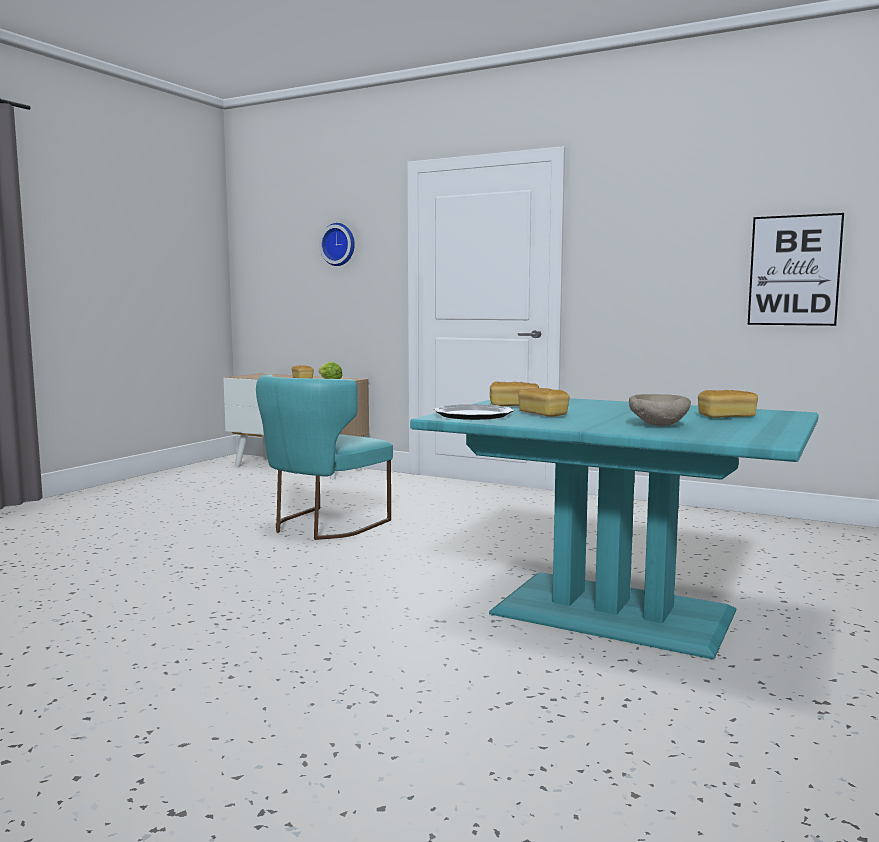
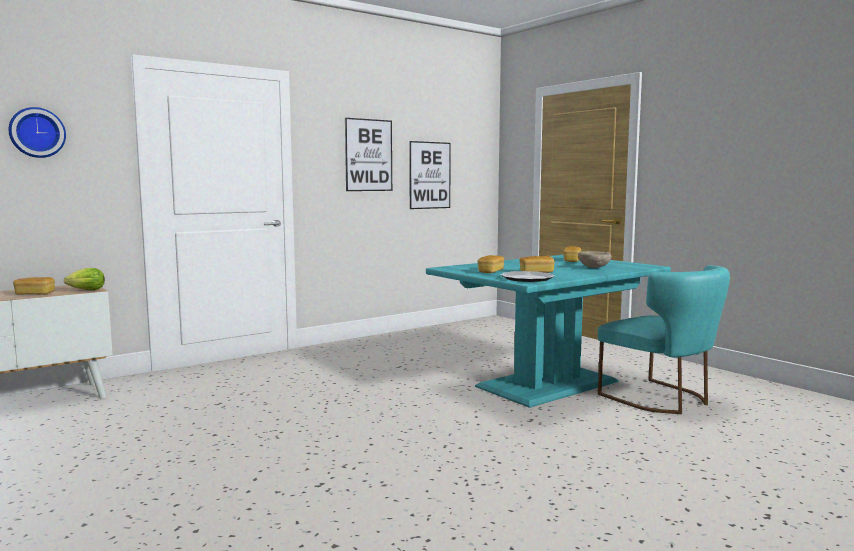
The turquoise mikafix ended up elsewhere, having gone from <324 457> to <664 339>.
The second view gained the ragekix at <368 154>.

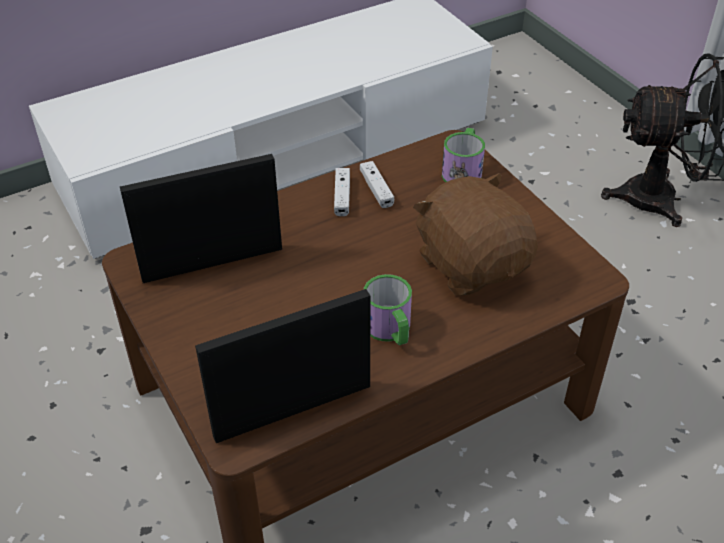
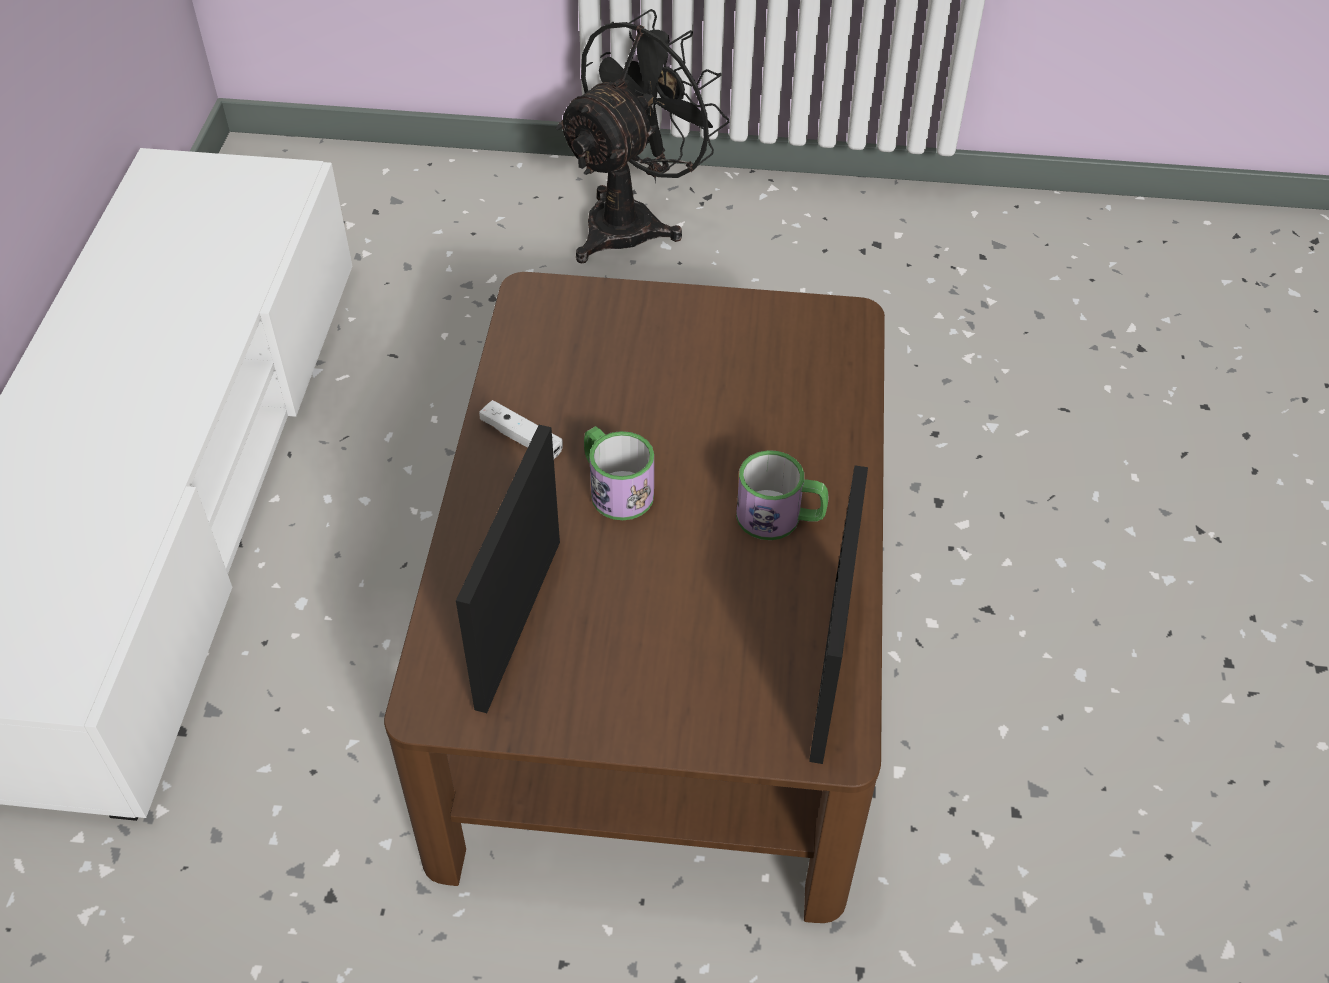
The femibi ended up elsewhere, having gone from <463 155> to <619 473>.
The second view lost the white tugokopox at <377 184>.
The second view lost the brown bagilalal at <475 234>.

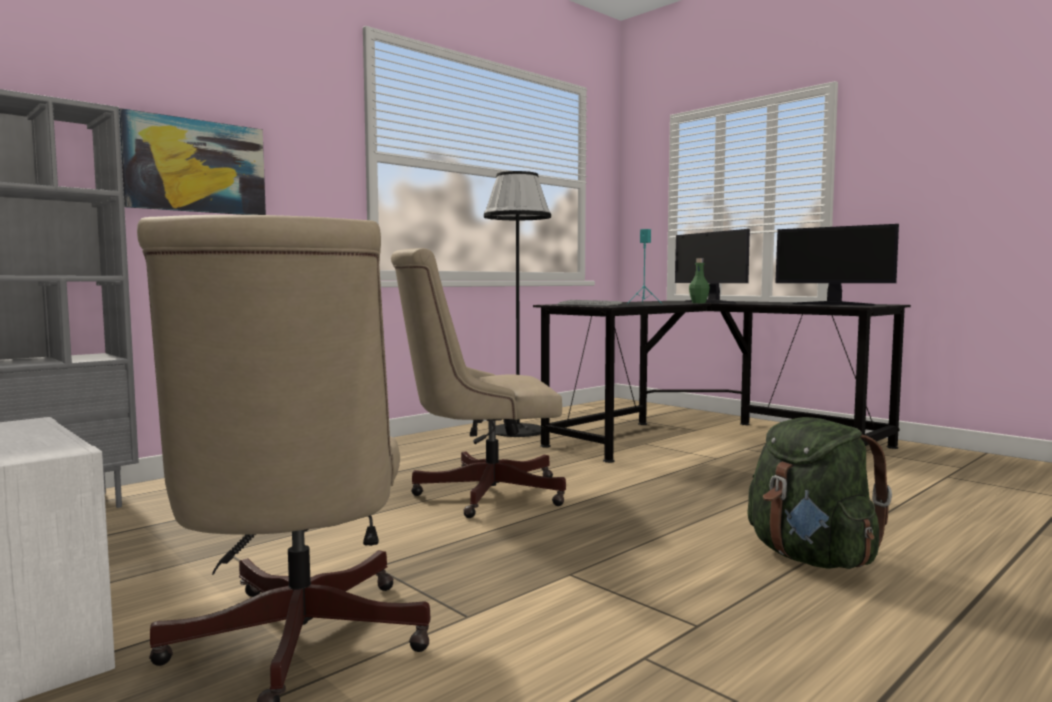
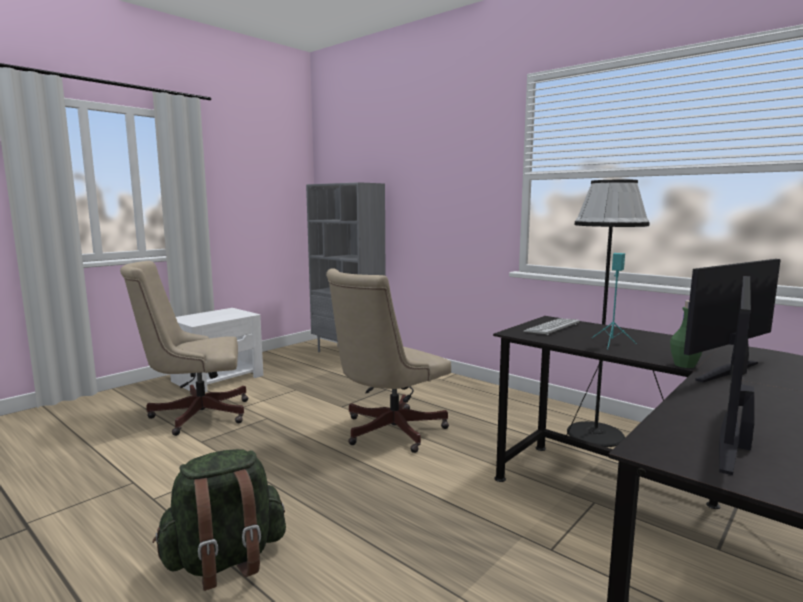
The second view lost the ragekix at <192 161>.
The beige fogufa at <478 383> ended up facing another way, 120 degrees counterclockwise from before.

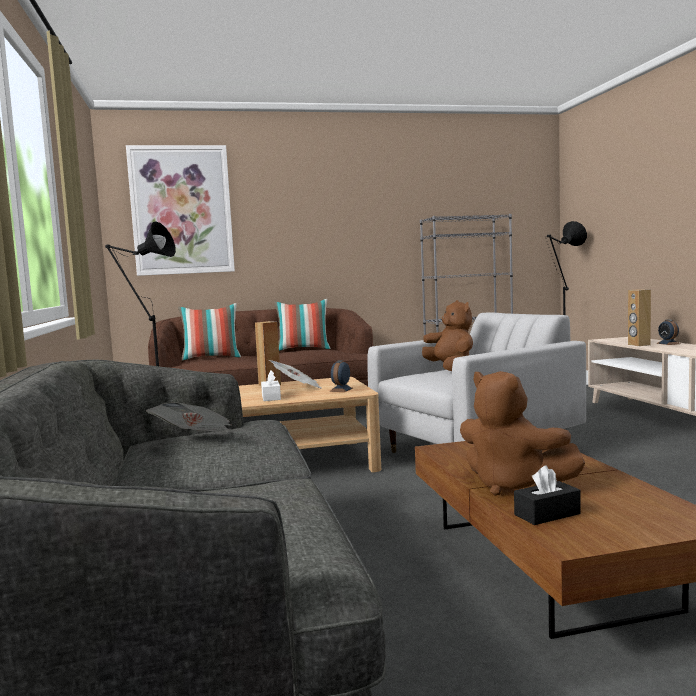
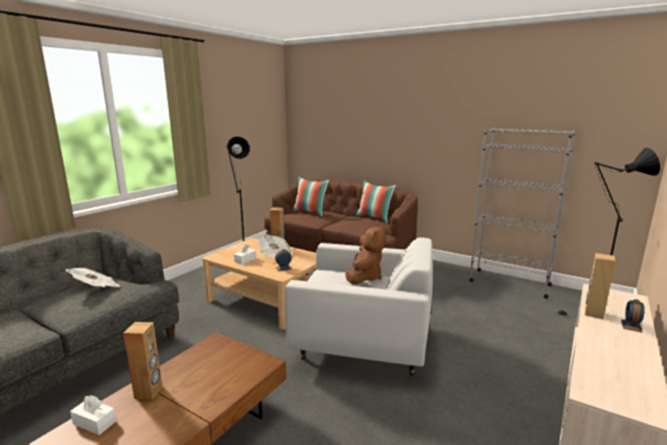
The second view lost the ragekix at <180 210>.
Where the brown bagilalal stood at <522 433>, the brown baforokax came to stand at <142 361>.
What was the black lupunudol at <547 495> turned into the white lupunudol at <93 415>.

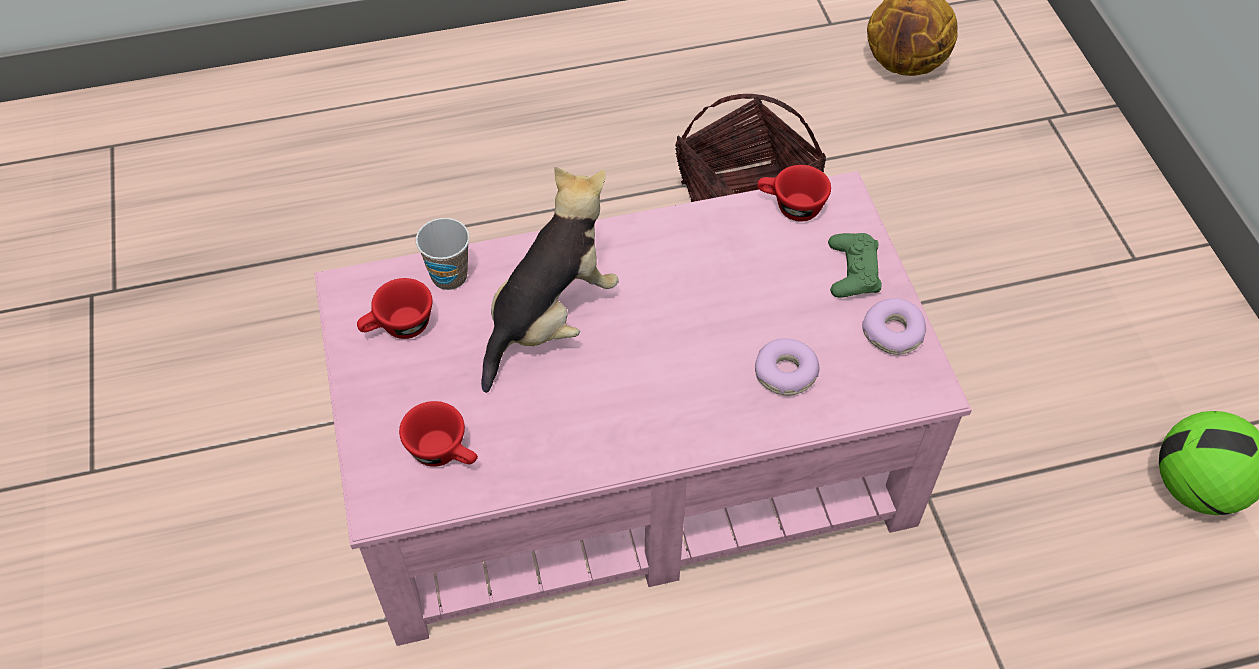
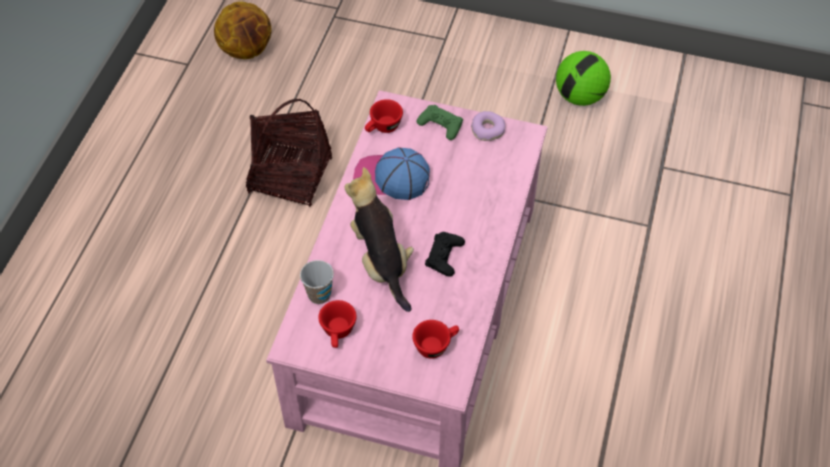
The second view lost the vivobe at <787 366>.
The second view gained the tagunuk at <391 173>.
The second view gained the black tugokopox at <445 254>.

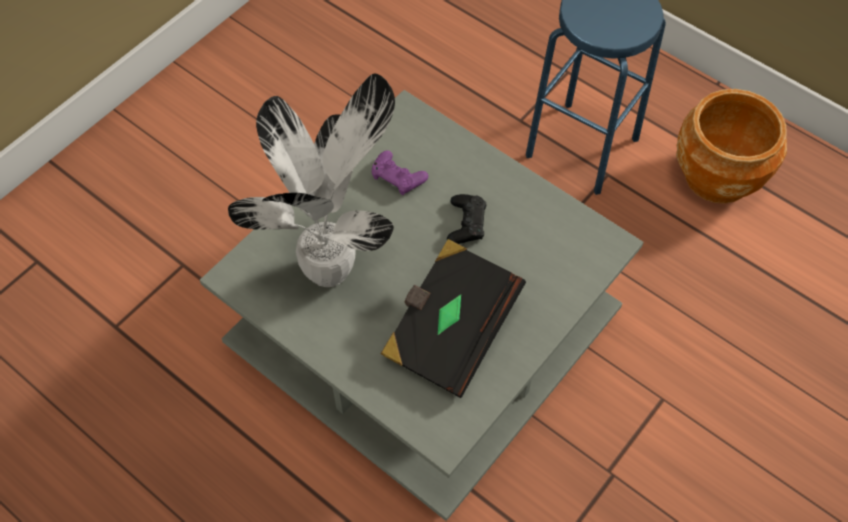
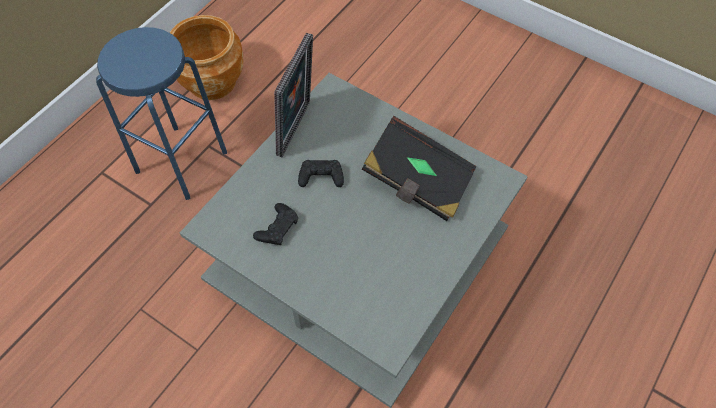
The second view lost the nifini at <311 180>.
What was the purple tugokopox at <399 172> turned into the black tugokopox at <275 224>.
The second view gained the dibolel at <293 95>.

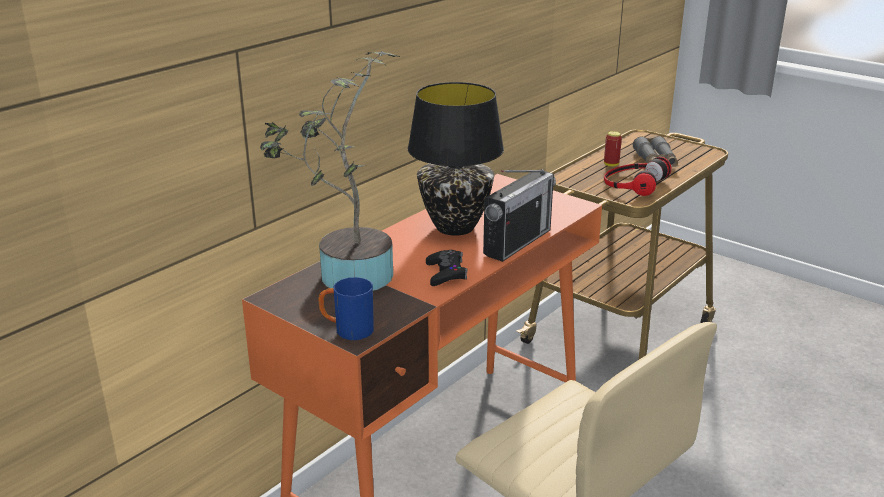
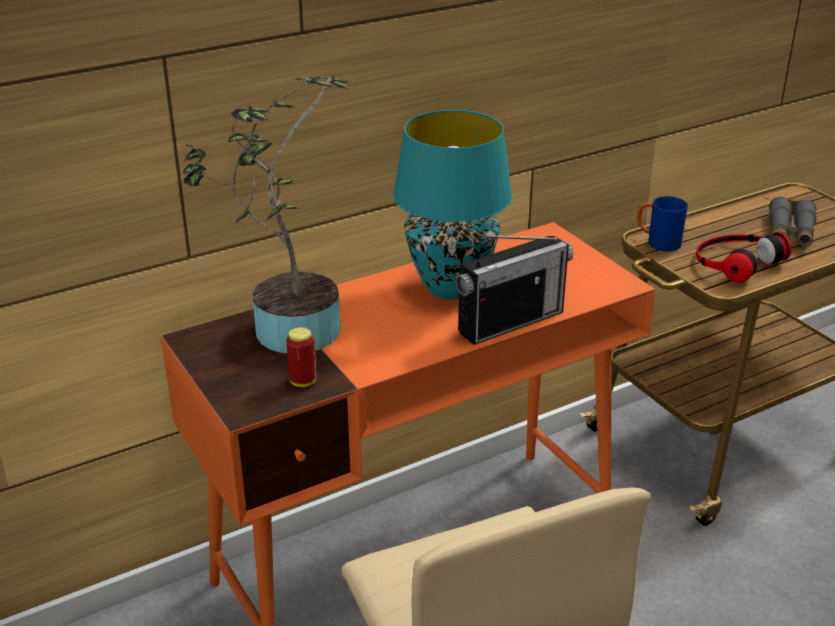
What was the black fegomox at <456 159> turned into the turquoise fegomox at <453 205>.
The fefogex ended up elsewhere, having gone from <613 149> to <301 357>.
The second view lost the black tugokopox at <447 268>.
The blue femibi ended up elsewhere, having gone from <346 308> to <662 223>.

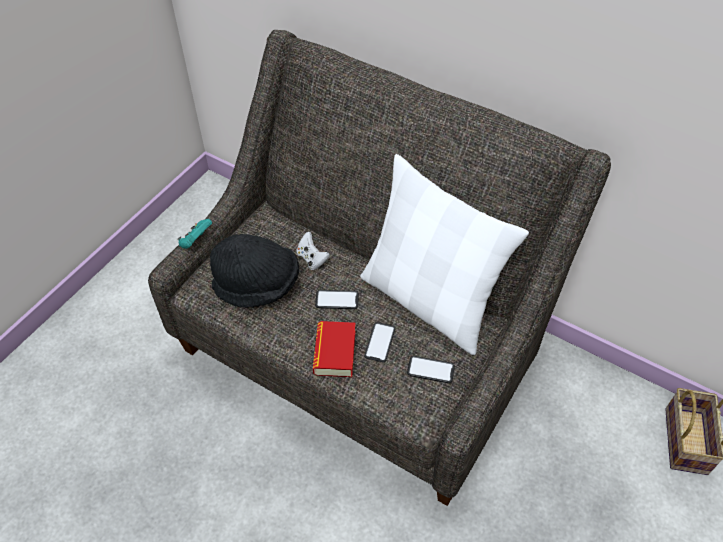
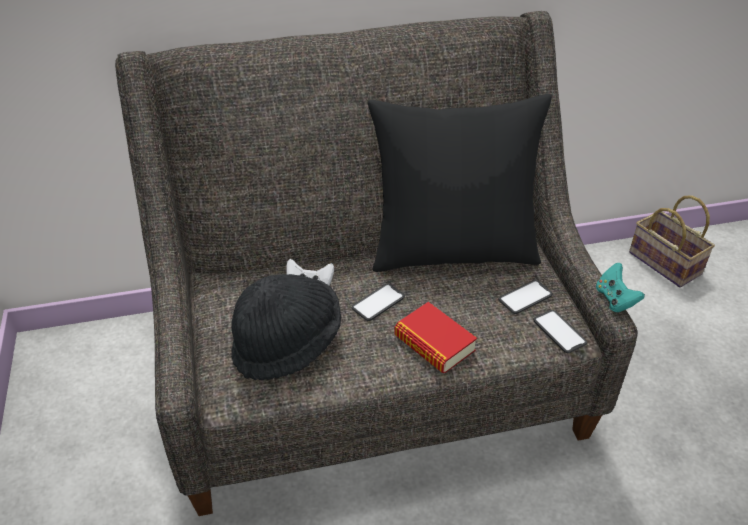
What was the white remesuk at <444 254> turned into the black remesuk at <460 183>.
The turquoise tugokopox ended up elsewhere, having gone from <194 234> to <620 287>.
The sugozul ended up elsewhere, having gone from <379 342> to <560 331>.

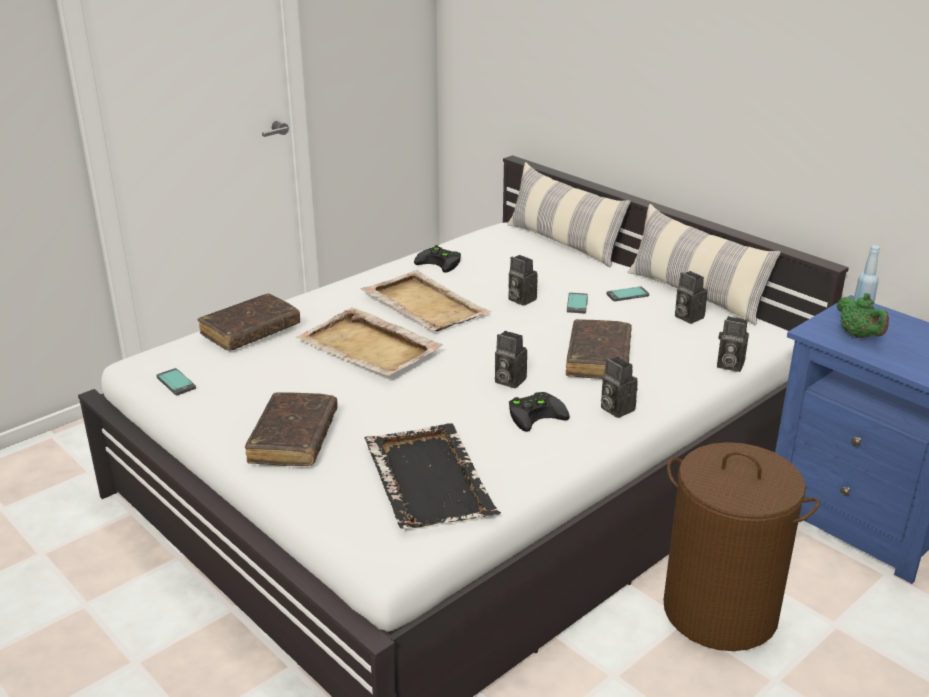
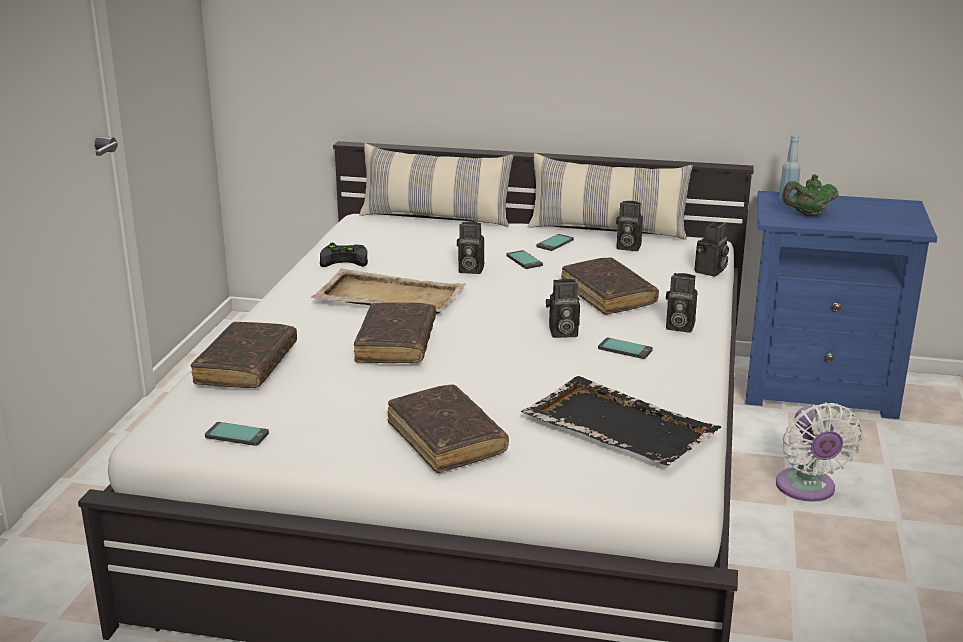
The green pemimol at <863 315> ended up facing another way, 135 degrees clockwise from before.
Where the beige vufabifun stood at <369 341>, the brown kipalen came to stand at <395 333>.
The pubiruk at <733 344> ended up facing another way, 45 degrees counterclockwise from before.
Where the black tugokopox stood at <539 412>, the sugozul came to stand at <625 348>.
Where the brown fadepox stood at <742 546>, the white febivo came to stand at <819 452>.

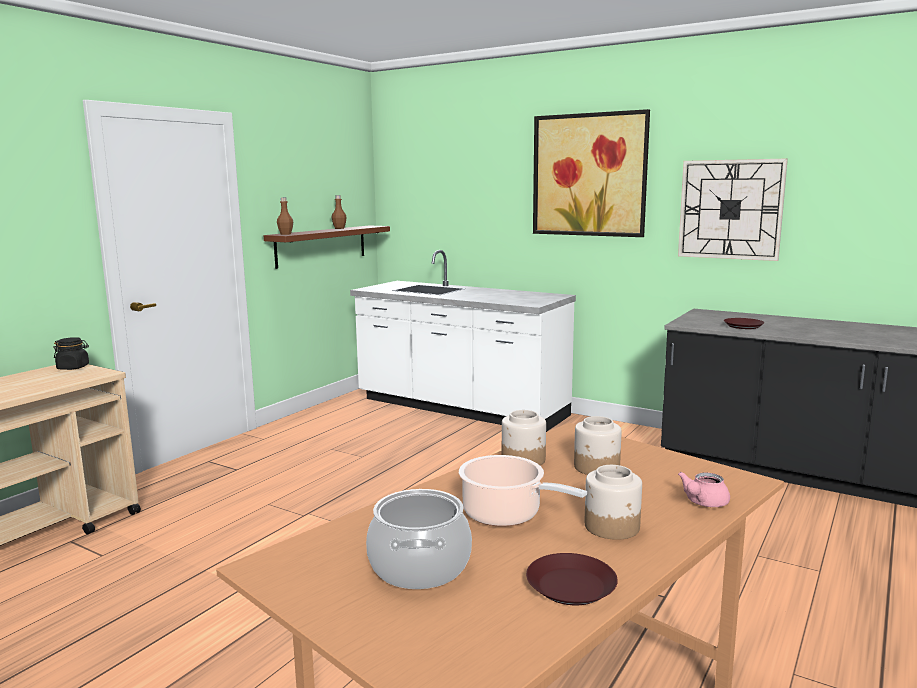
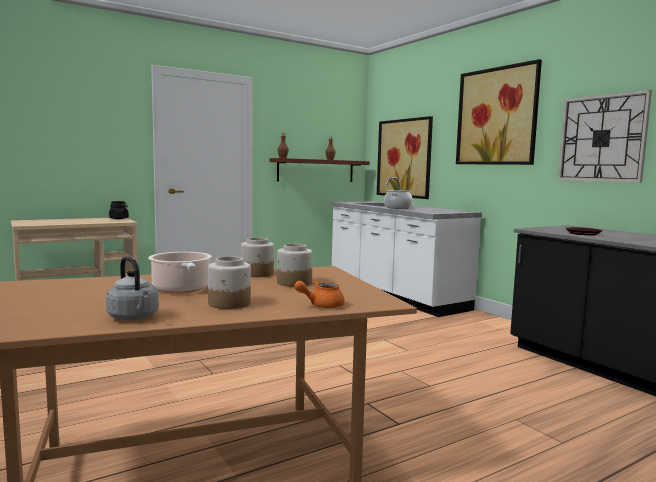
What was the pink pemimol at <704 489> turned into the orange pemimol at <319 294>.
The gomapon ended up elsewhere, having gone from <419 539> to <398 199>.
Where the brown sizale stood at <572 579>, the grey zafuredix came to stand at <132 288>.
The second view gained the ragekix at <405 157>.

